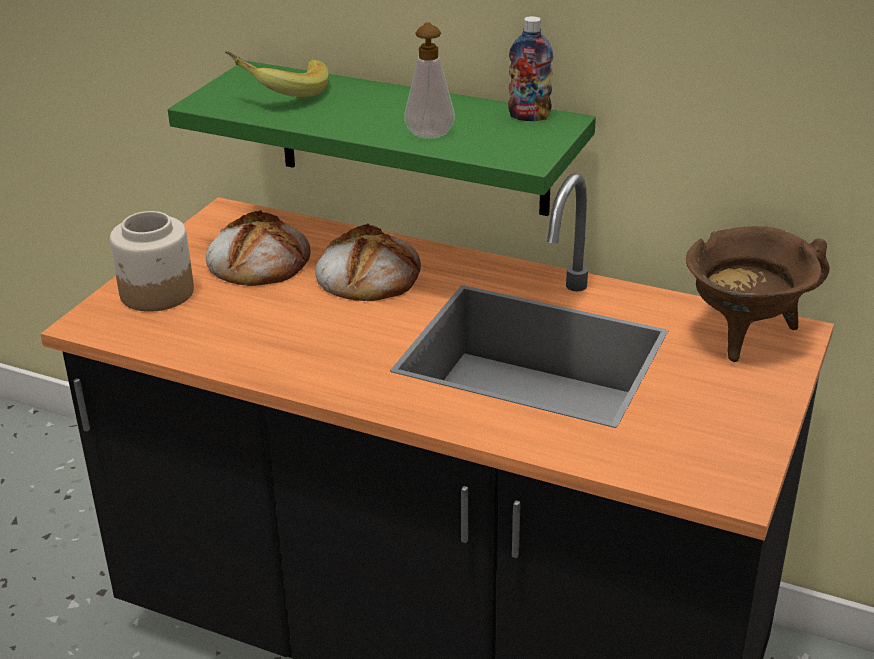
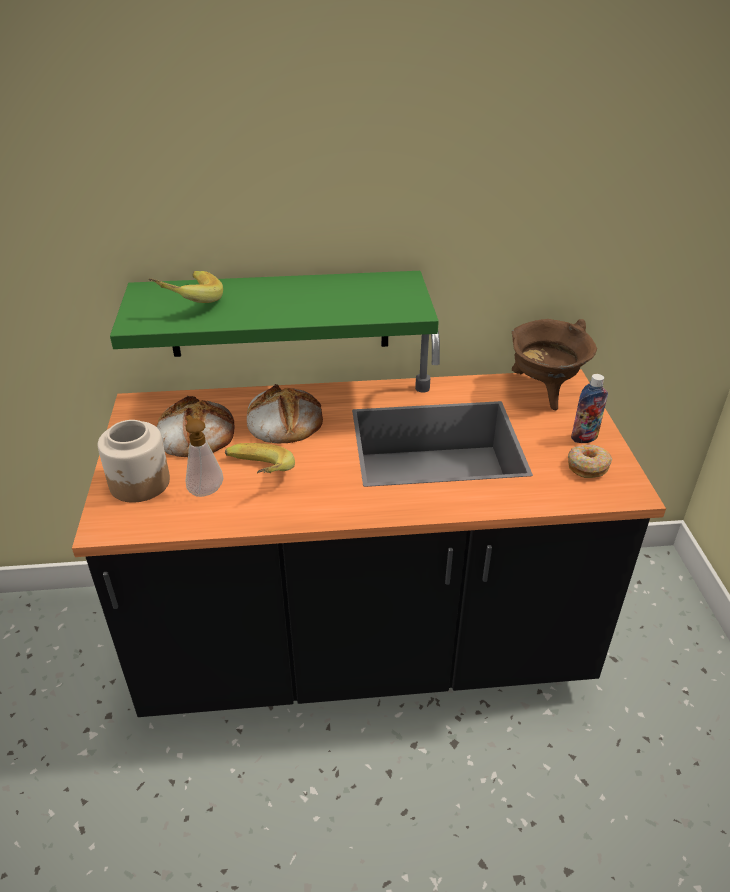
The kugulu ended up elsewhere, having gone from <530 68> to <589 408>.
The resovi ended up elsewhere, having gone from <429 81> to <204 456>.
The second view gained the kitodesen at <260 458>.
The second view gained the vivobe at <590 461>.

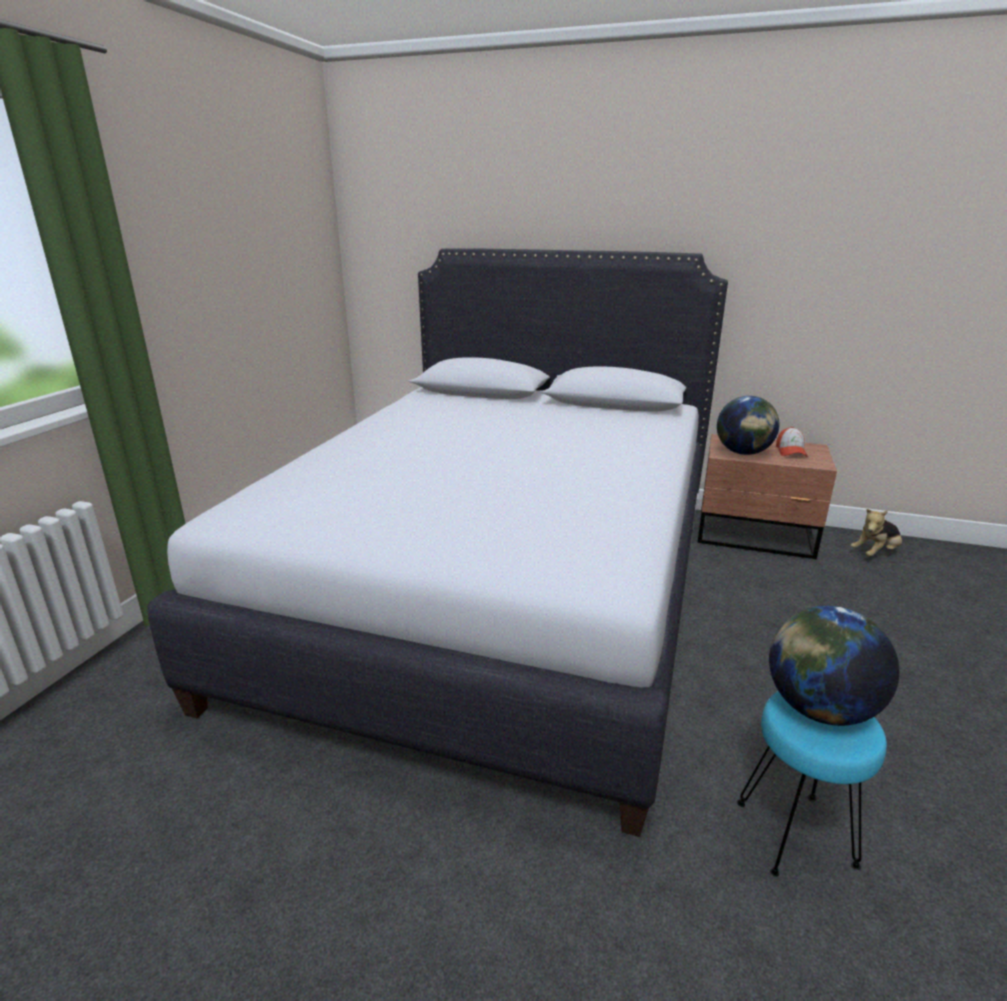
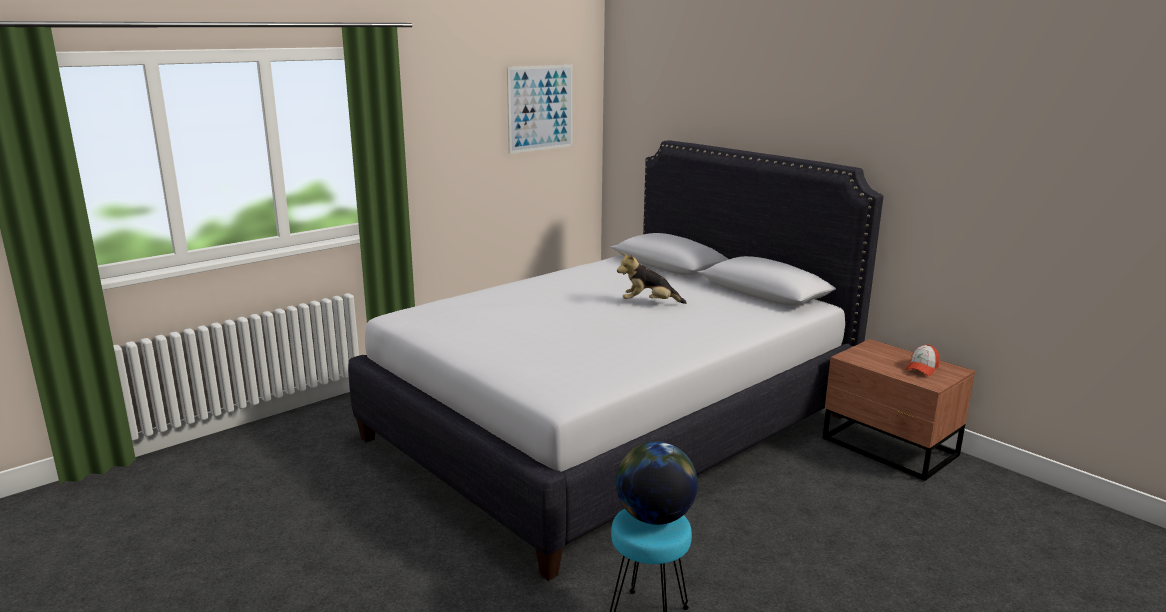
The second view lost the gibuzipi at <748 425>.
The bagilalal ended up elsewhere, having gone from <876 533> to <652 278>.
The second view gained the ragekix at <540 109>.

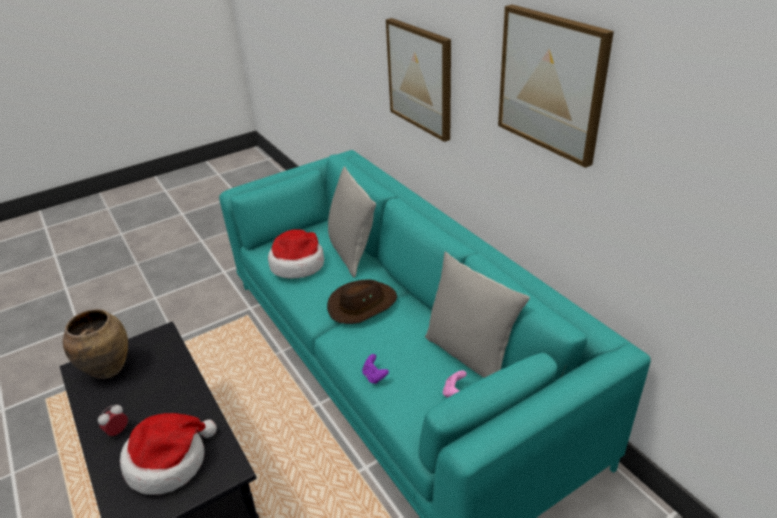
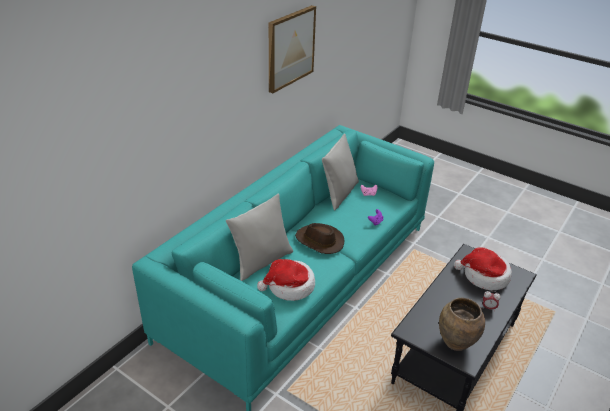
The second view lost the ragekix at <418 80>.

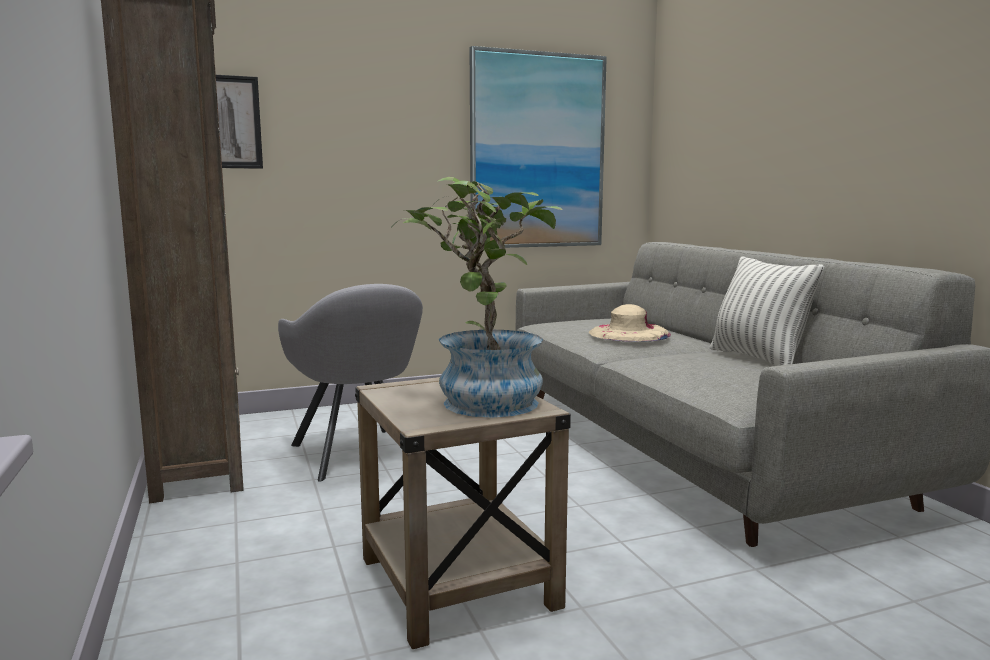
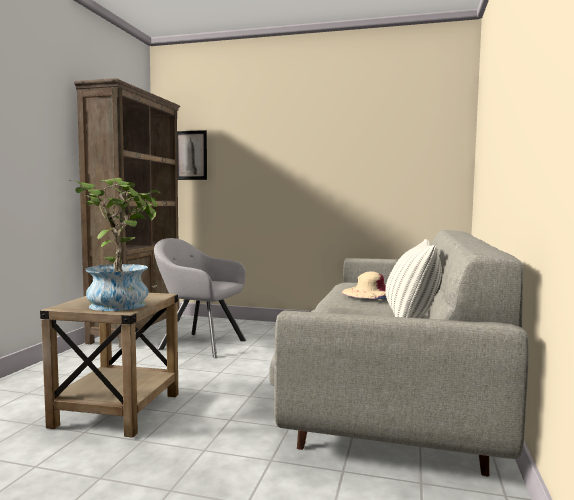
The second view lost the ragekix at <538 147>.
The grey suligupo at <350 383> ended up facing another way, 105 degrees clockwise from before.

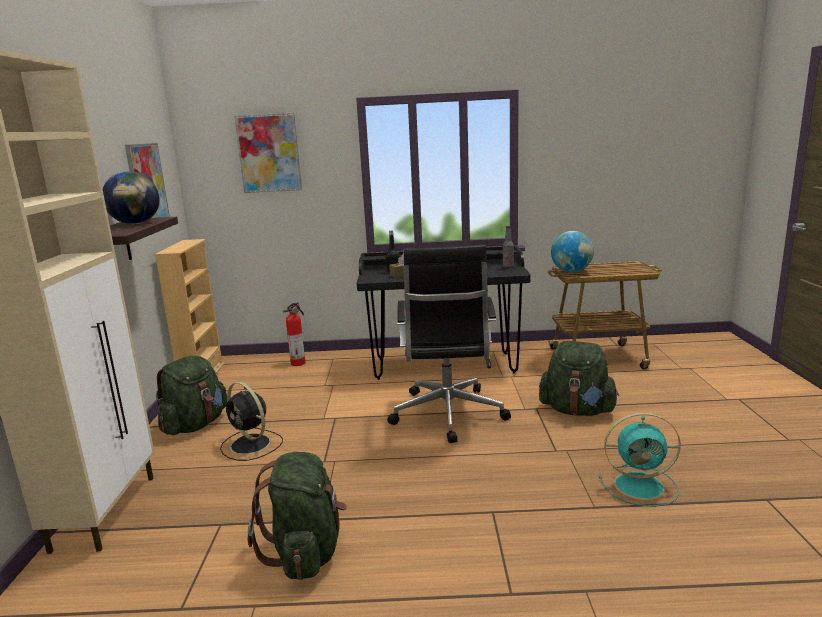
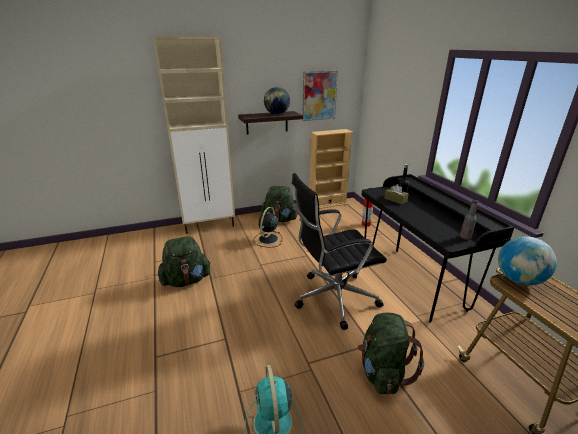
The second view lost the ragekix at <268 153>.

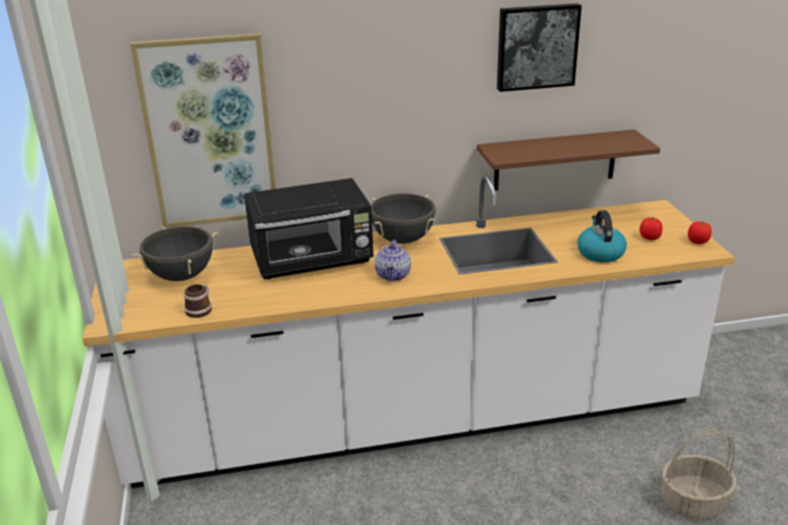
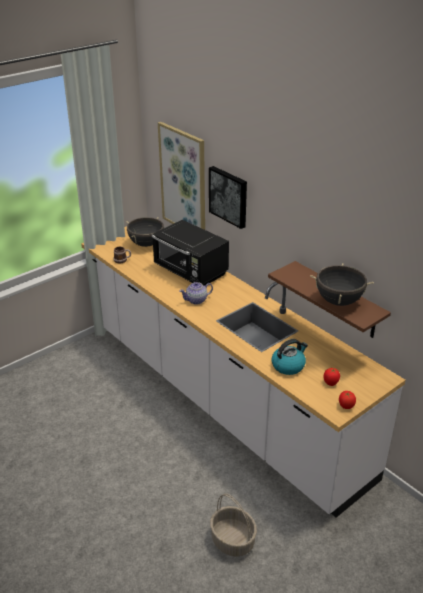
The ragekix ended up elsewhere, having gone from <539 47> to <228 197>.
The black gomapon ended up elsewhere, having gone from <403 218> to <342 284>.

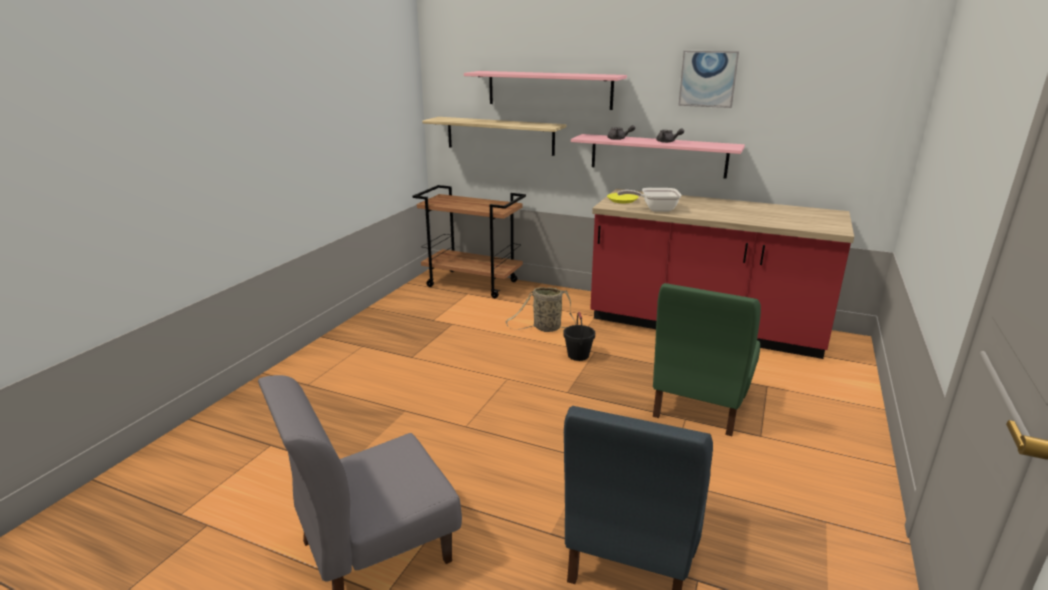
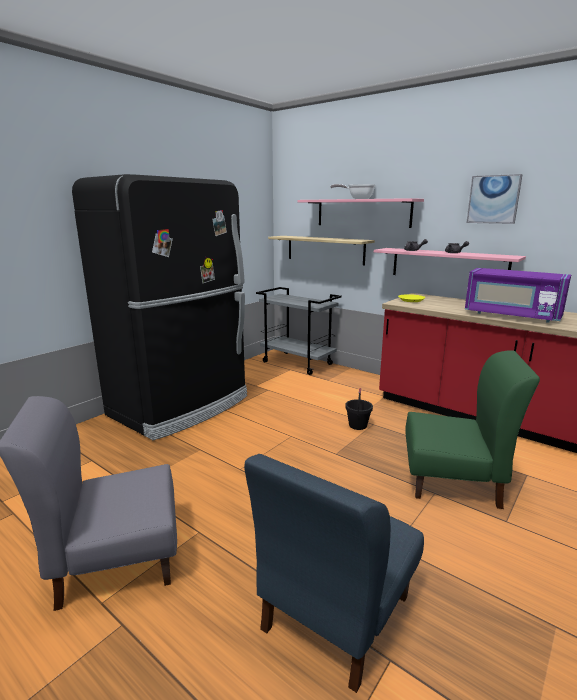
What was the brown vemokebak at <469 241> turned into the grey vemokebak at <299 331>.
The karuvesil ended up elsewhere, having gone from <649 200> to <353 191>.
The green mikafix at <707 359> ended up facing another way, 120 degrees counterclockwise from before.
The second view lost the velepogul at <540 309>.
The second view gained the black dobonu at <159 307>.
The second view gained the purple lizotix at <518 295>.

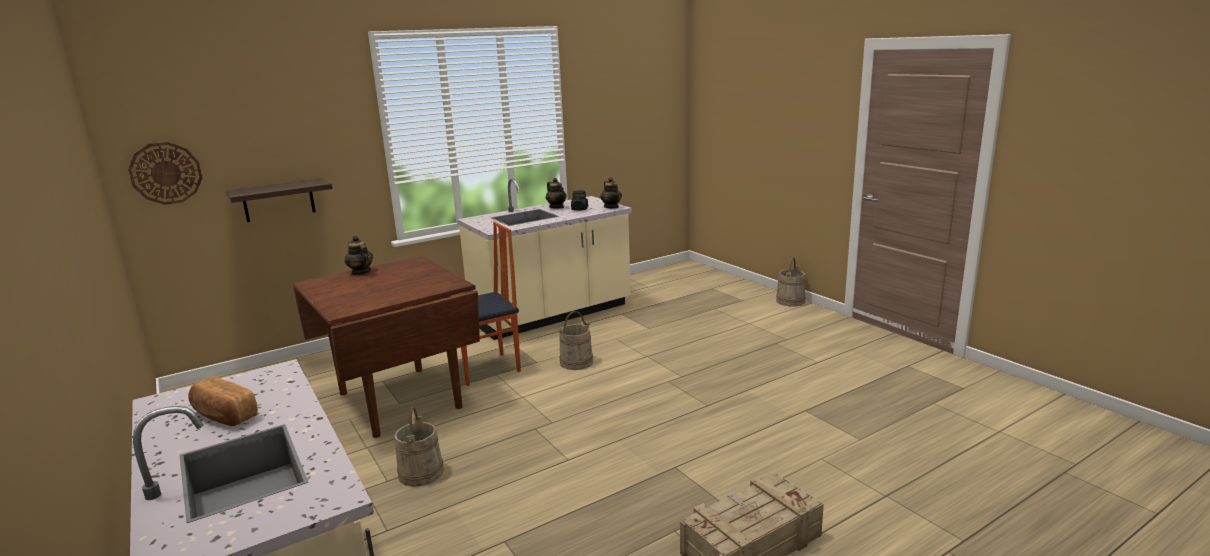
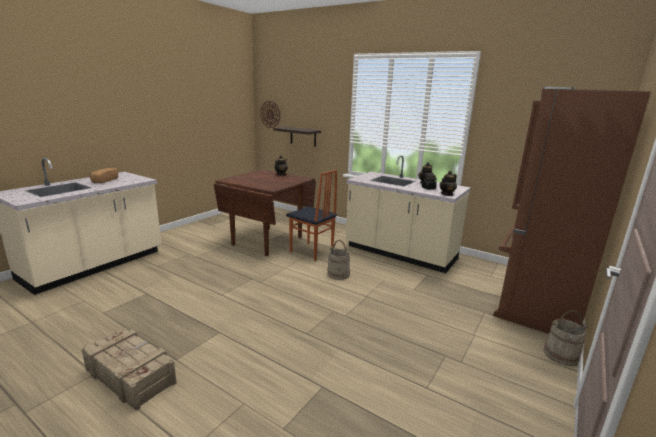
The second view lost the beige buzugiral at <419 447>.
The second view gained the brown dobonu at <572 210>.

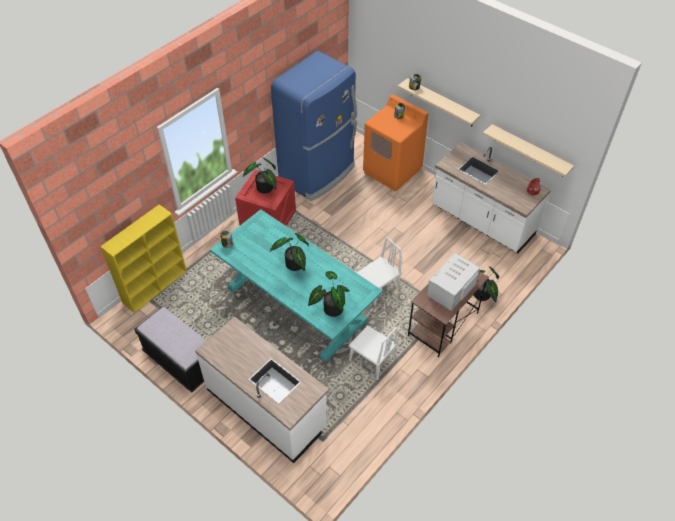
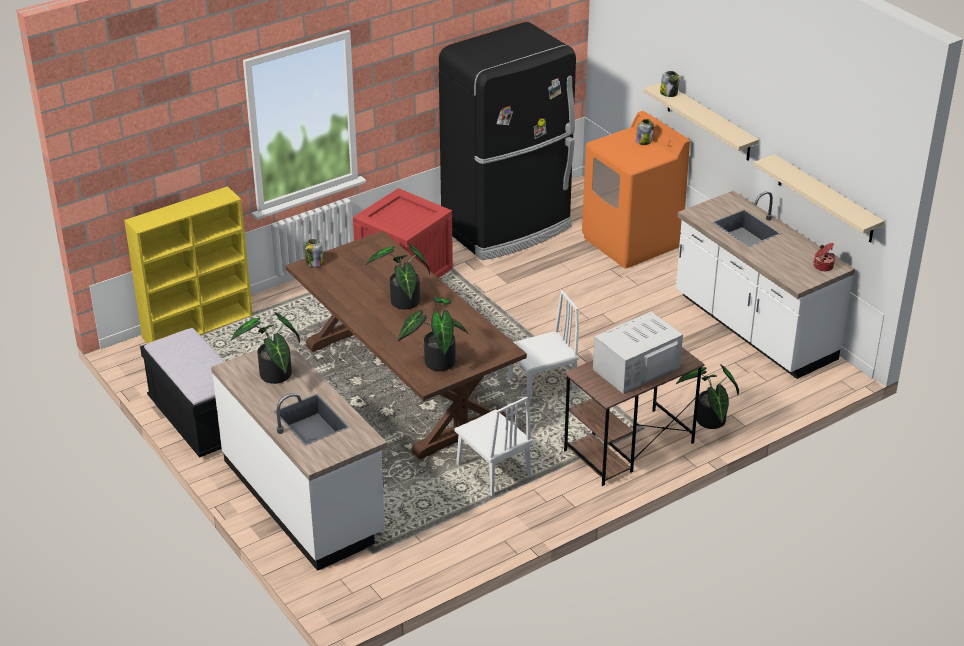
What was the blue dobonu at <314 126> turned into the black dobonu at <507 141>.
The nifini ended up elsewhere, having gone from <260 176> to <265 348>.
What was the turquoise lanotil at <296 285> turned into the brown lanotil at <406 345>.

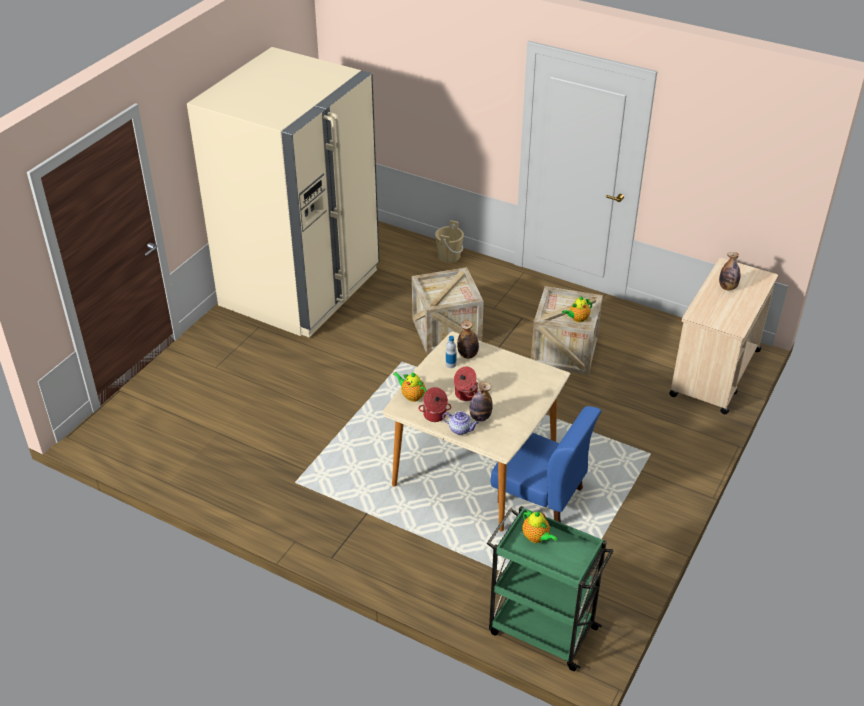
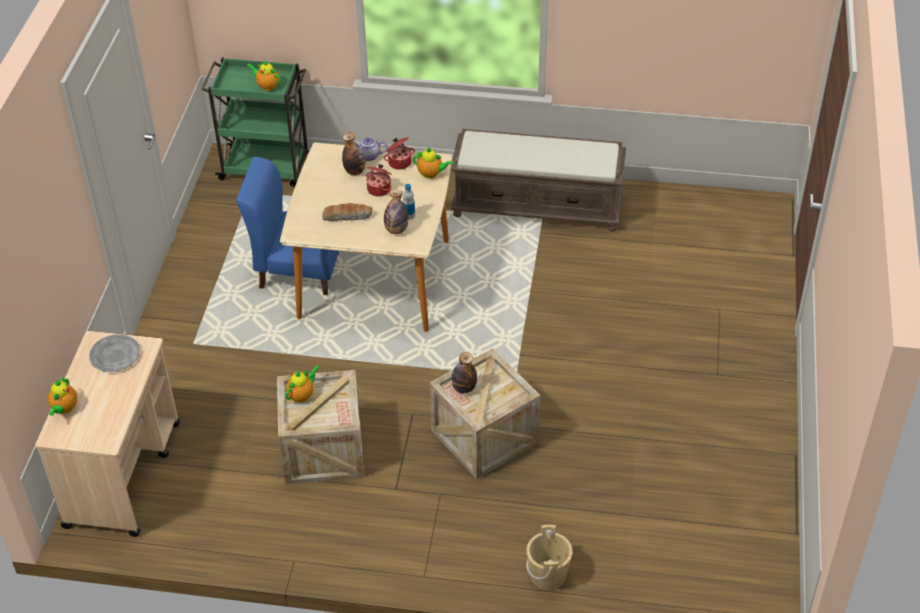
The second view lost the beige dobonu at <283 192>.
The kugulu ended up elsewhere, having gone from <730 271> to <464 373>.
The second view gained the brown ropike at <538 180>.
The second view gained the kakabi at <347 212>.
The second view gained the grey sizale at <114 353>.
The second view gained the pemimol at <62 396>.

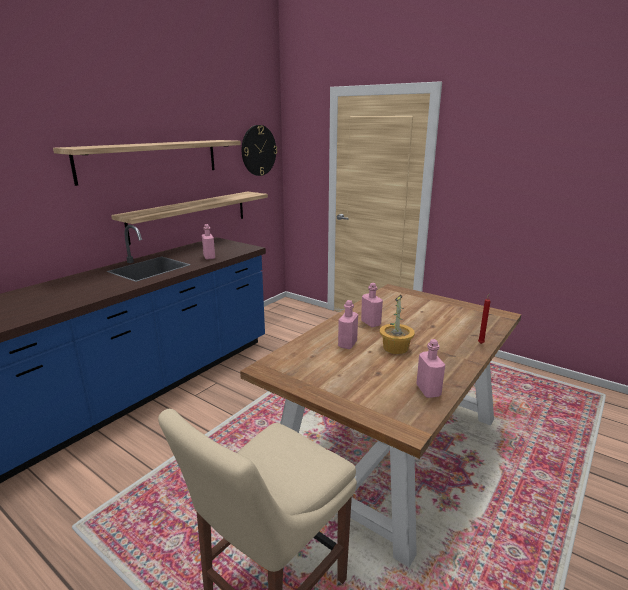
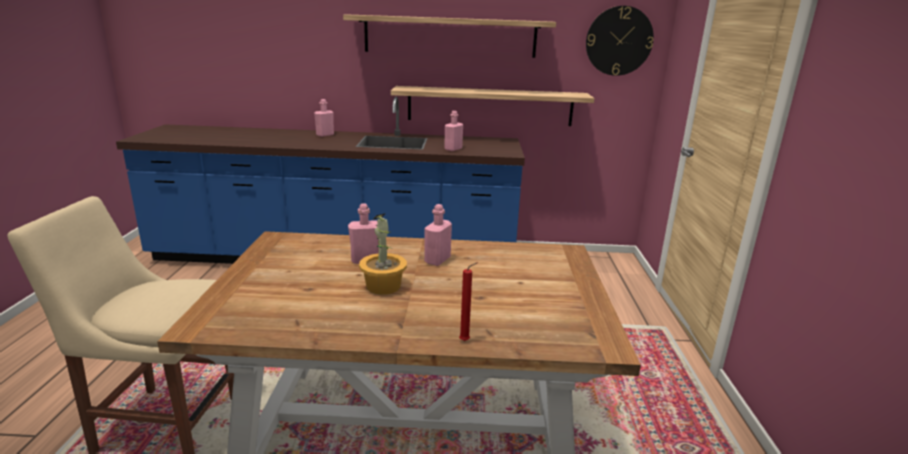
The pink kugulu ended up elsewhere, having gone from <430 368> to <324 118>.

